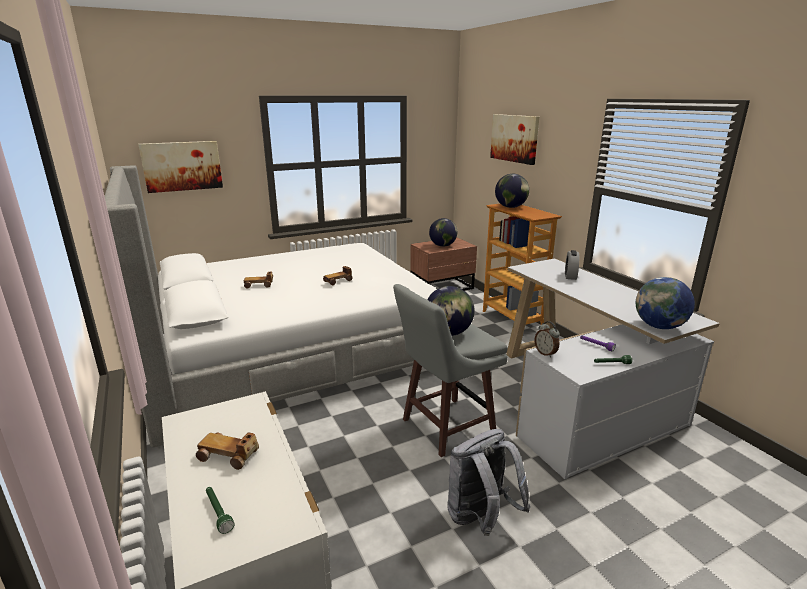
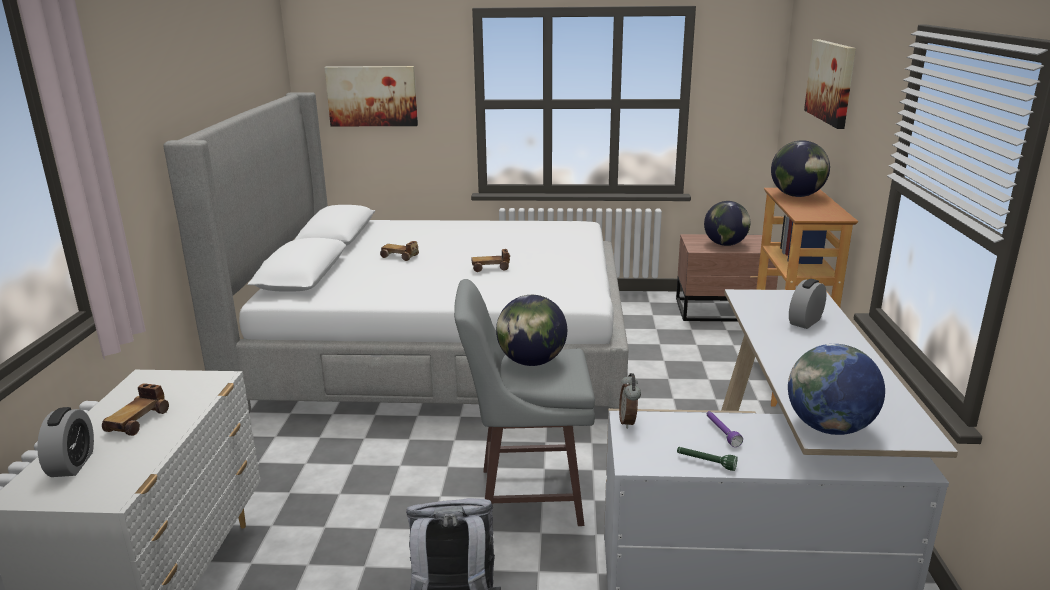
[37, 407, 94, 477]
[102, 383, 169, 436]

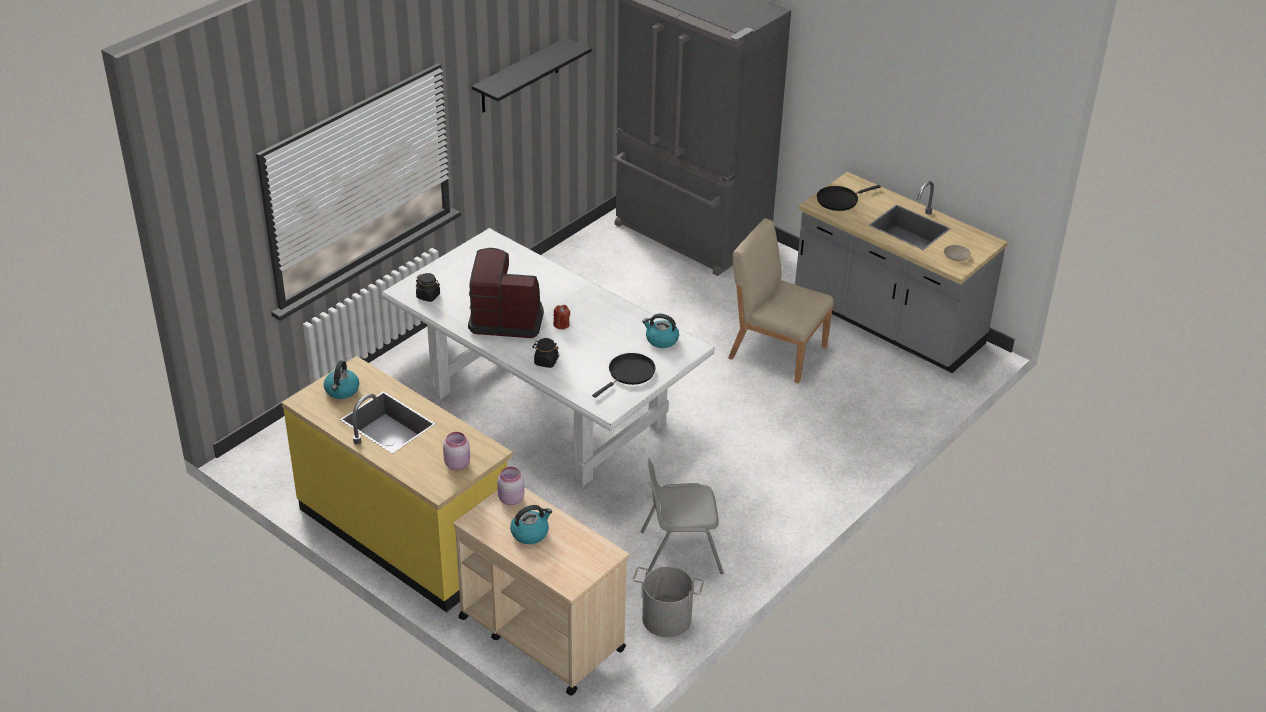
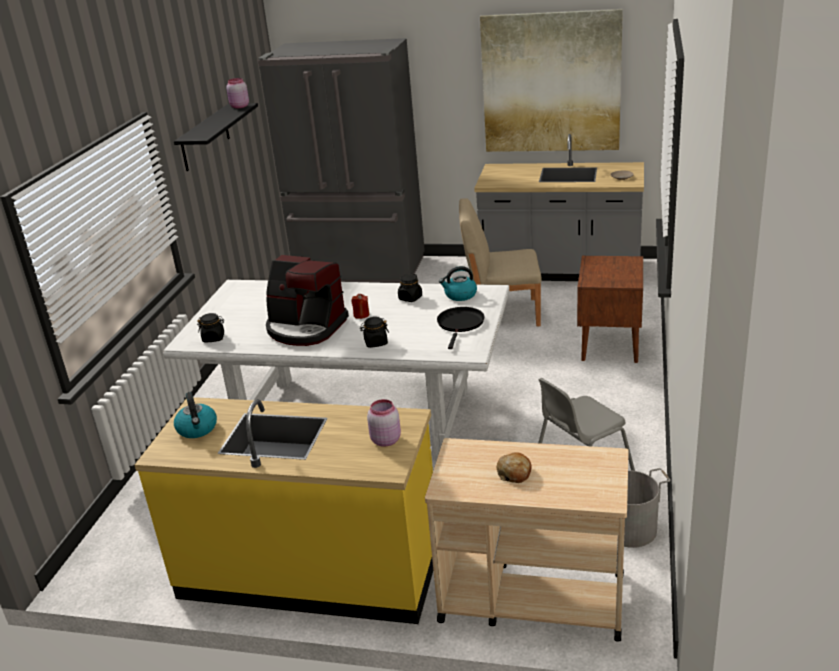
[817, 185, 881, 211] (first image)
[398, 274, 422, 302]
[480, 9, 623, 152]
[577, 256, 643, 363]
[226, 78, 249, 109]
[497, 452, 532, 483]
[266, 255, 349, 346]

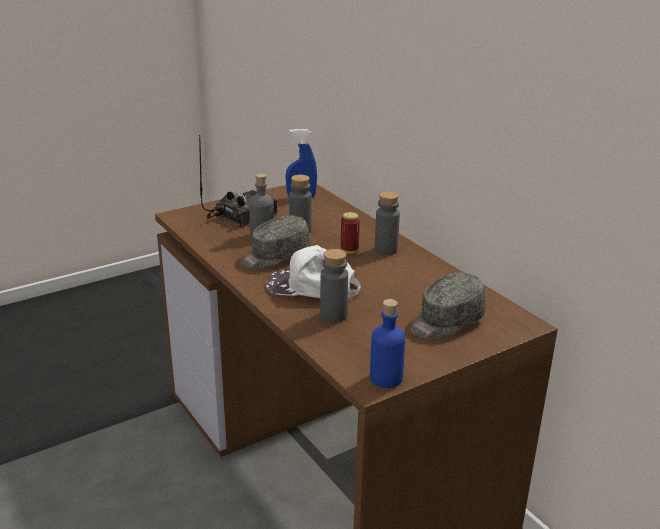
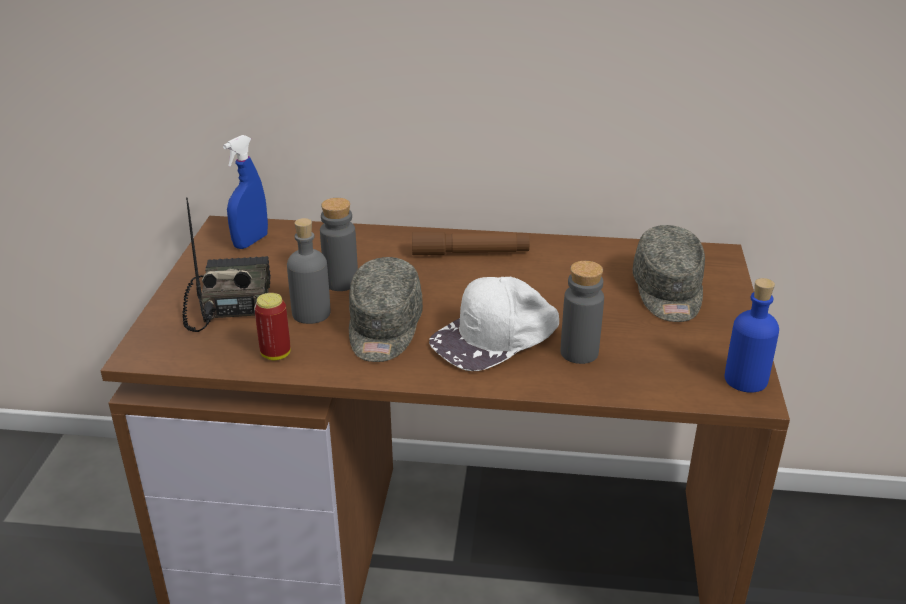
[254, 293, 291, 360]
[412, 232, 530, 255]

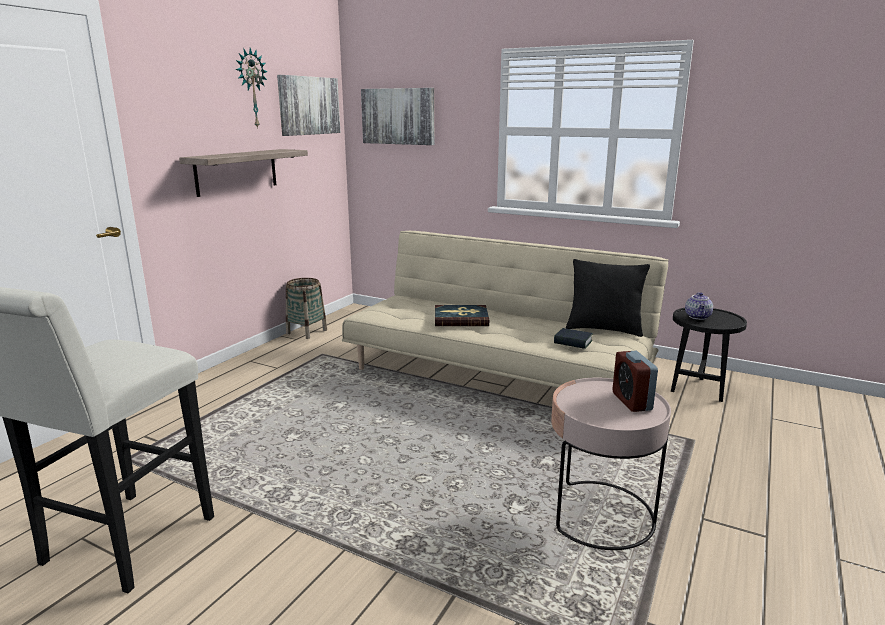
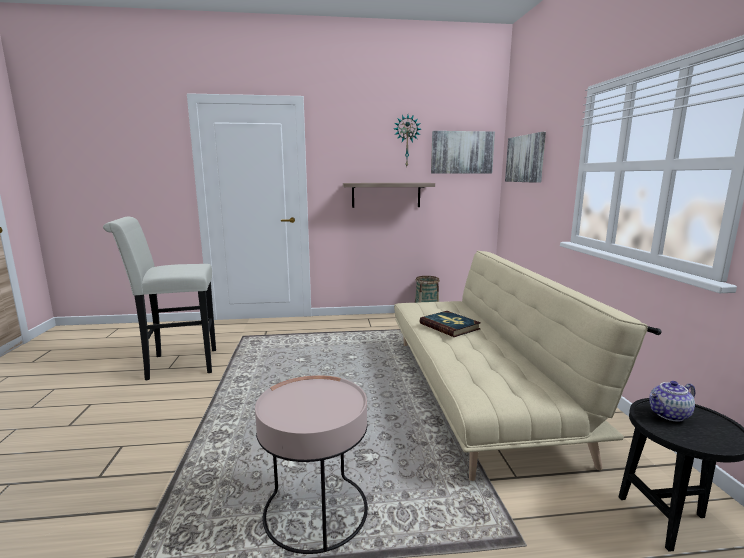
[554, 328, 593, 349] (first image)
[566, 259, 650, 337] (first image)
[612, 351, 658, 412] (first image)

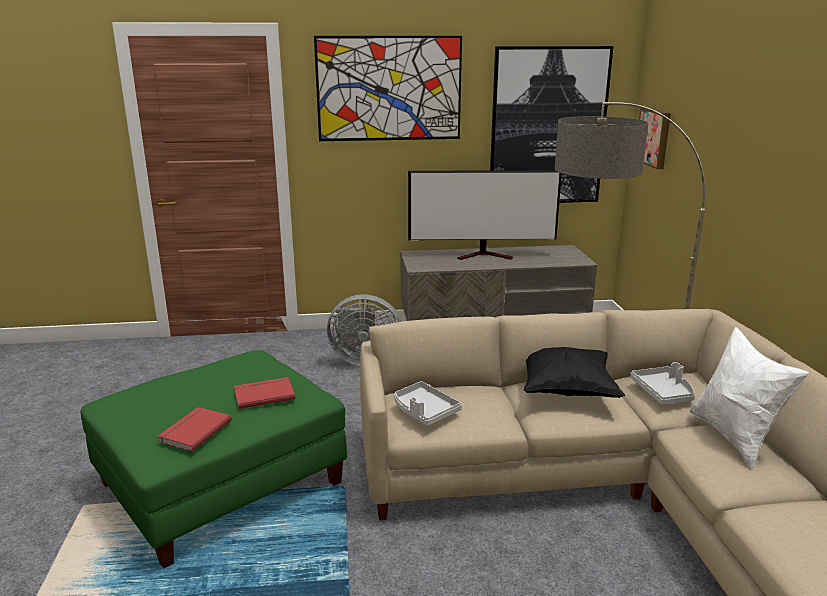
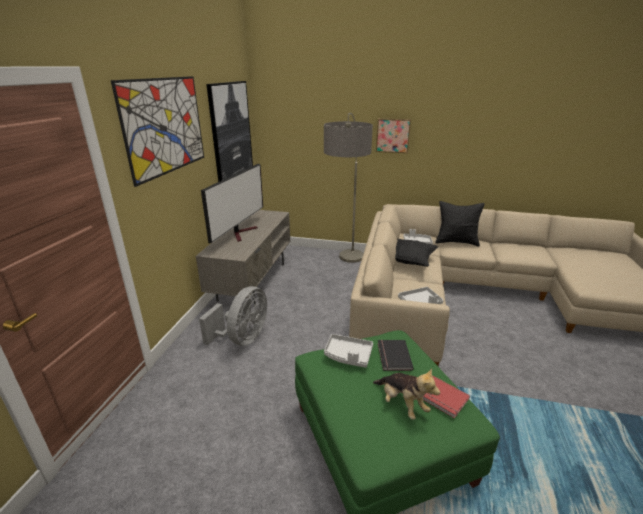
[324, 334, 373, 368]
[373, 368, 440, 420]
[376, 118, 411, 153]
[378, 340, 414, 371]
[435, 201, 485, 246]

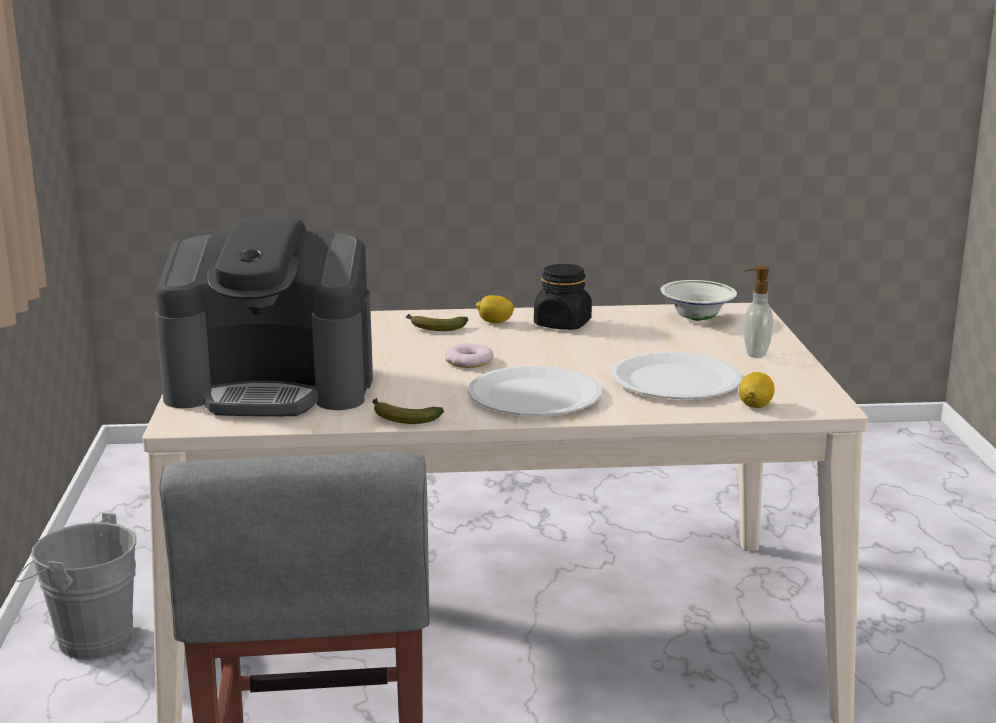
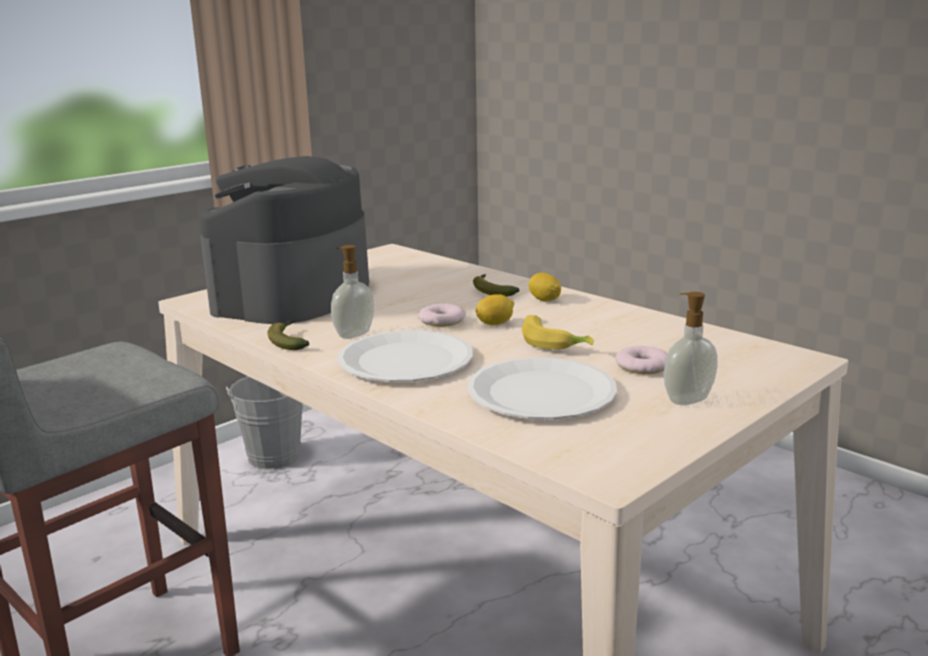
[534, 264, 592, 330] (first image)
[661, 280, 737, 321] (first image)
[331, 245, 374, 339]
[522, 315, 594, 349]
[615, 345, 668, 374]
[475, 294, 514, 326]
[200, 156, 369, 324]

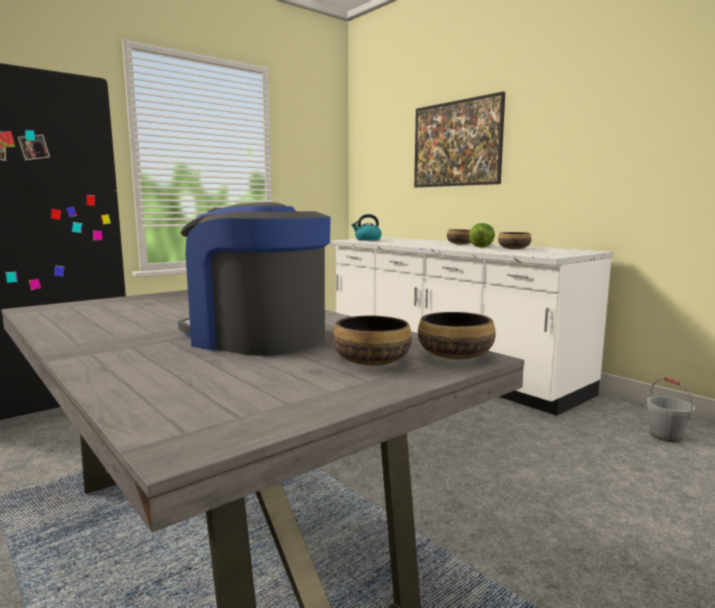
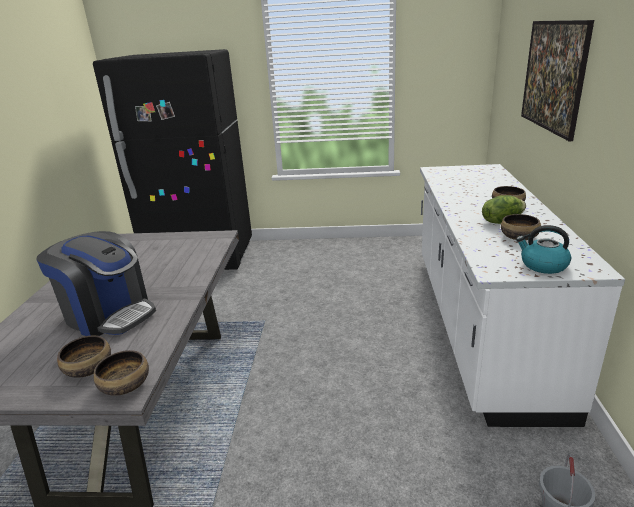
[516, 225, 571, 274]
[36, 231, 156, 336]

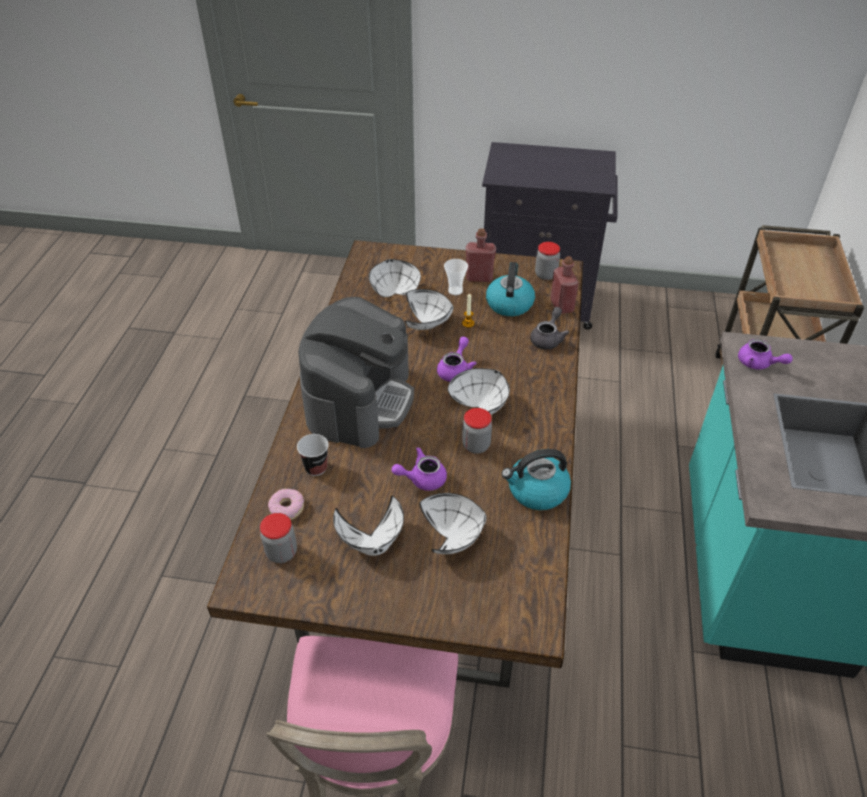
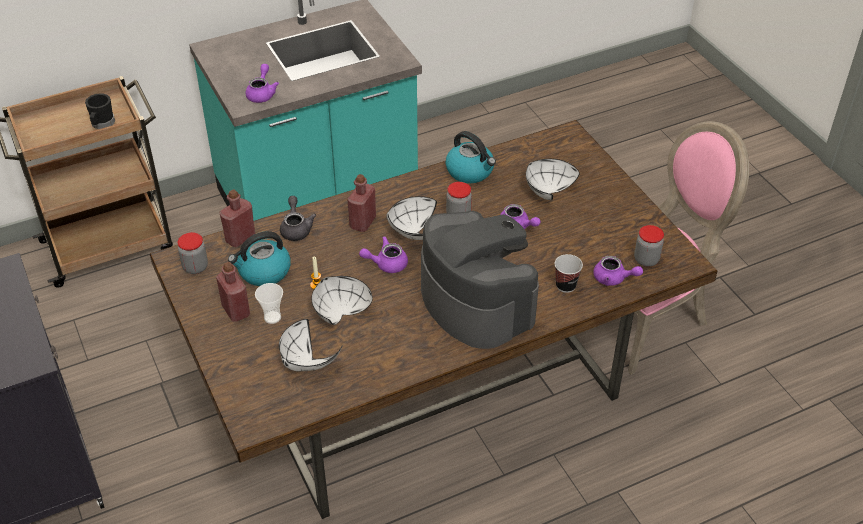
[333, 496, 404, 556] (first image)
[85, 94, 115, 129]
[347, 174, 376, 232]
[593, 256, 643, 286]
[421, 211, 539, 349]
[280, 196, 316, 241]

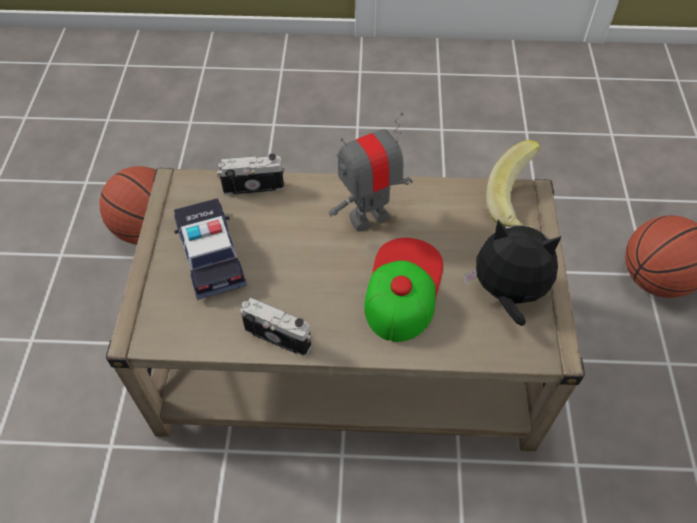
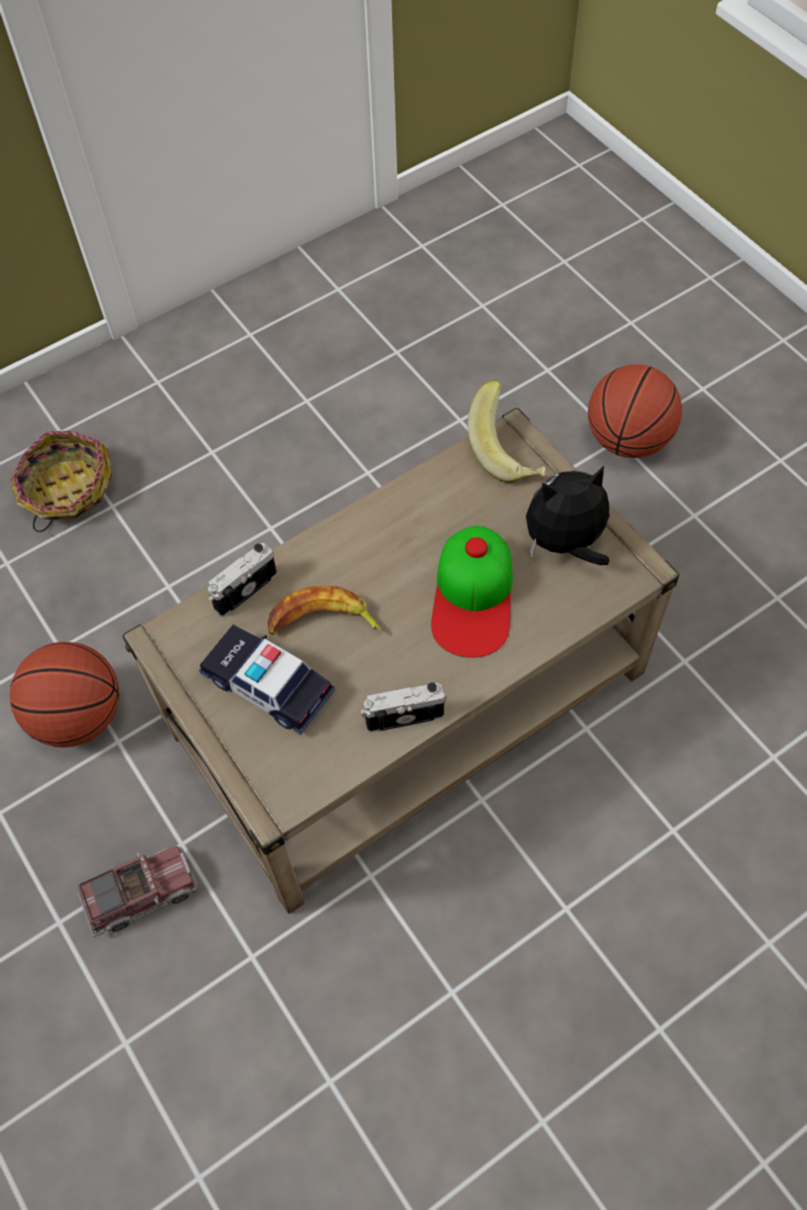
[329, 112, 412, 232] (first image)
[10, 431, 112, 532]
[77, 845, 198, 937]
[268, 585, 383, 635]
[431, 526, 513, 658]

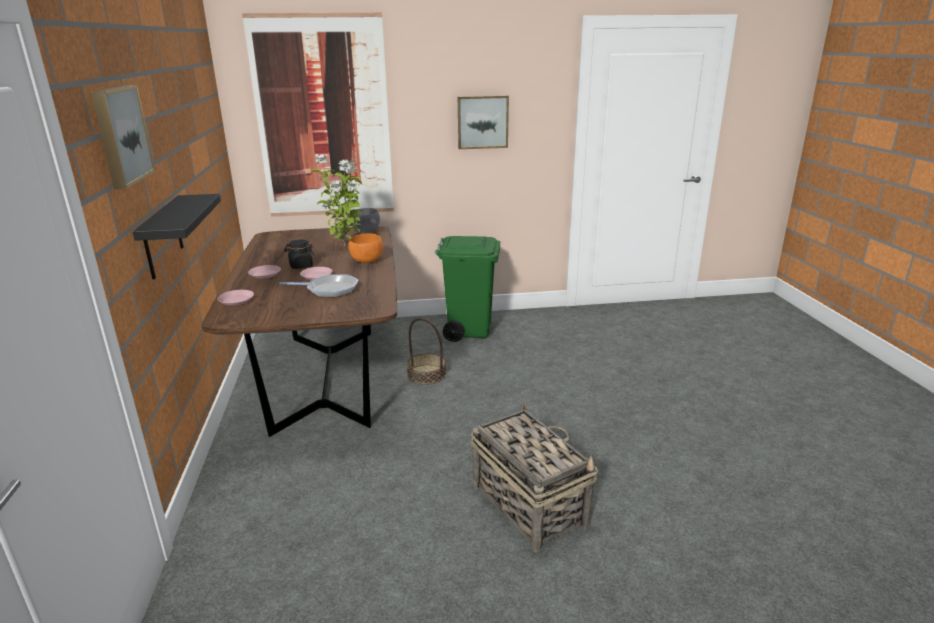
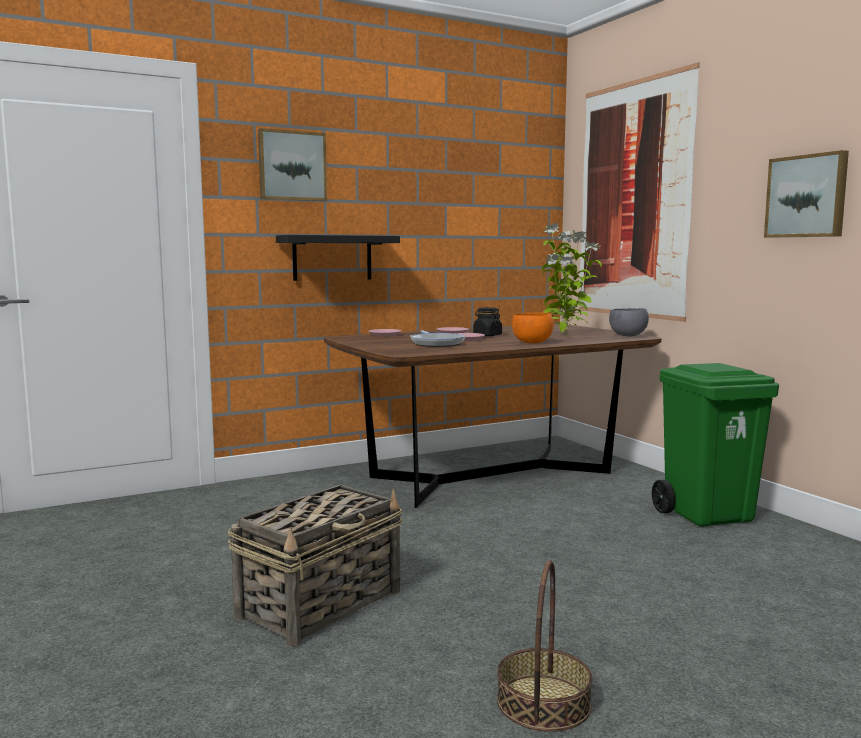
[497, 560, 593, 732]

